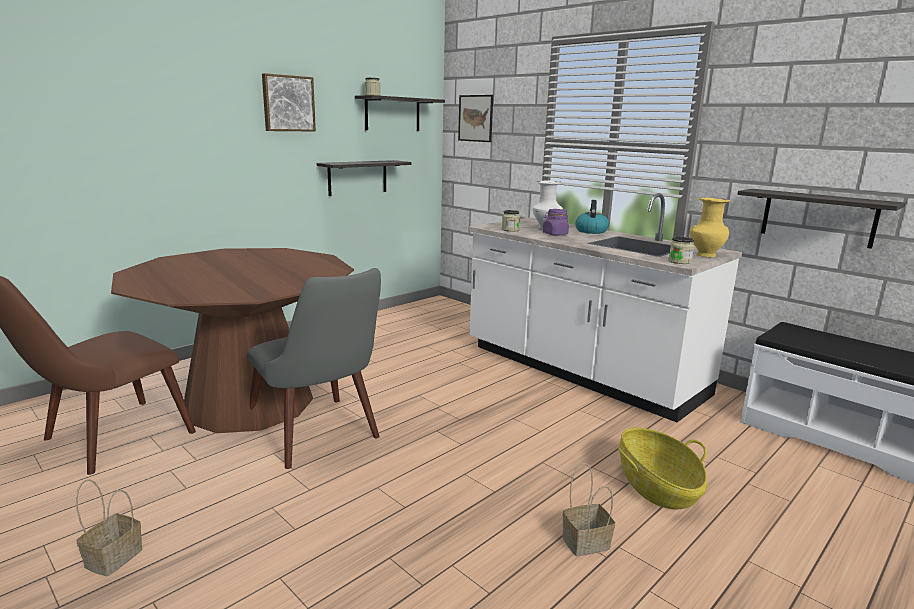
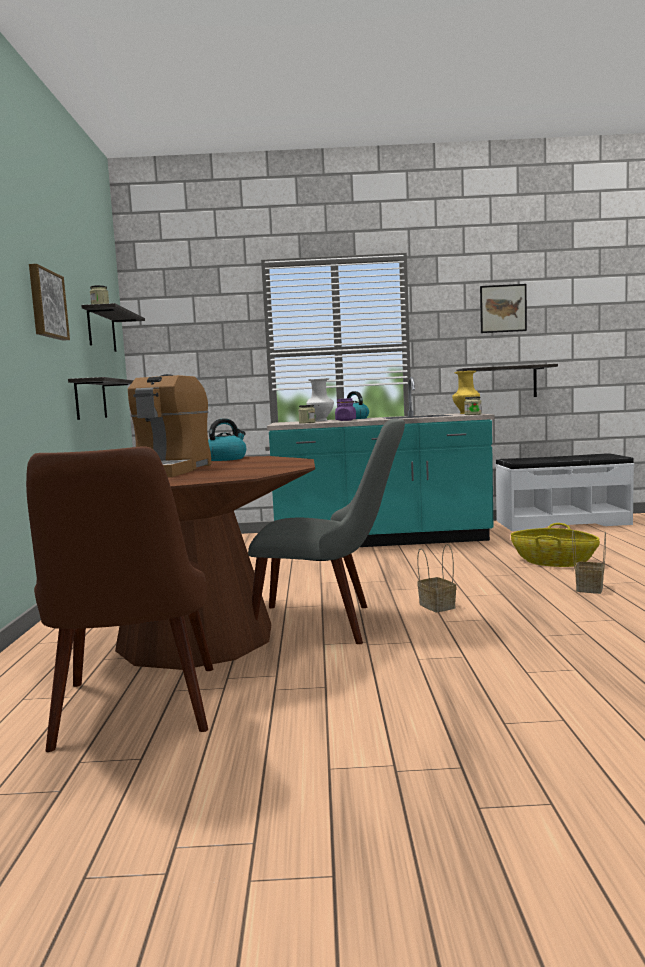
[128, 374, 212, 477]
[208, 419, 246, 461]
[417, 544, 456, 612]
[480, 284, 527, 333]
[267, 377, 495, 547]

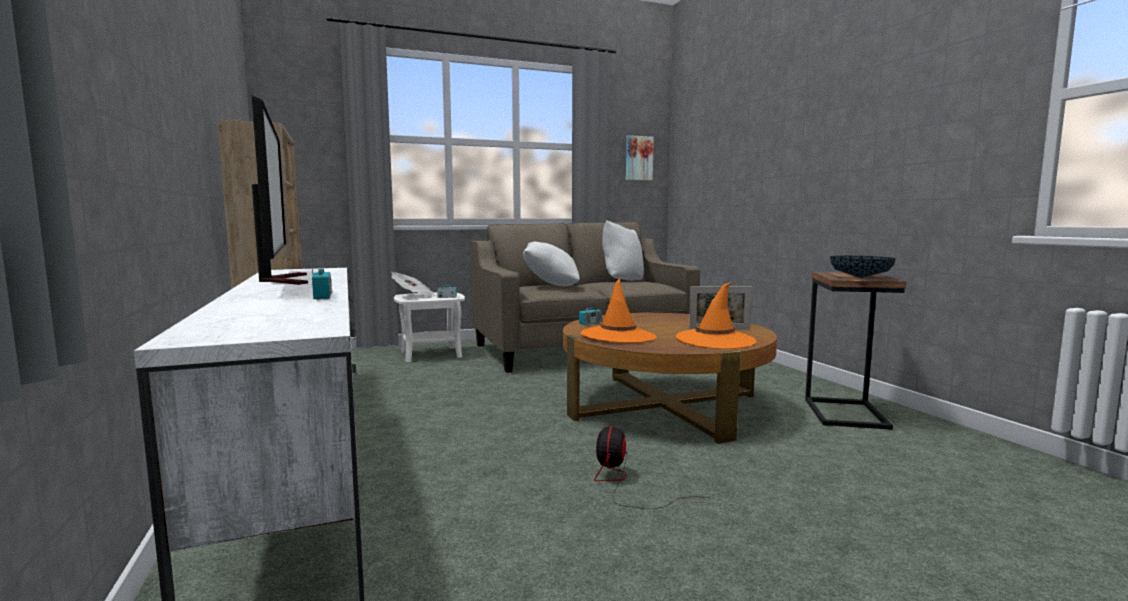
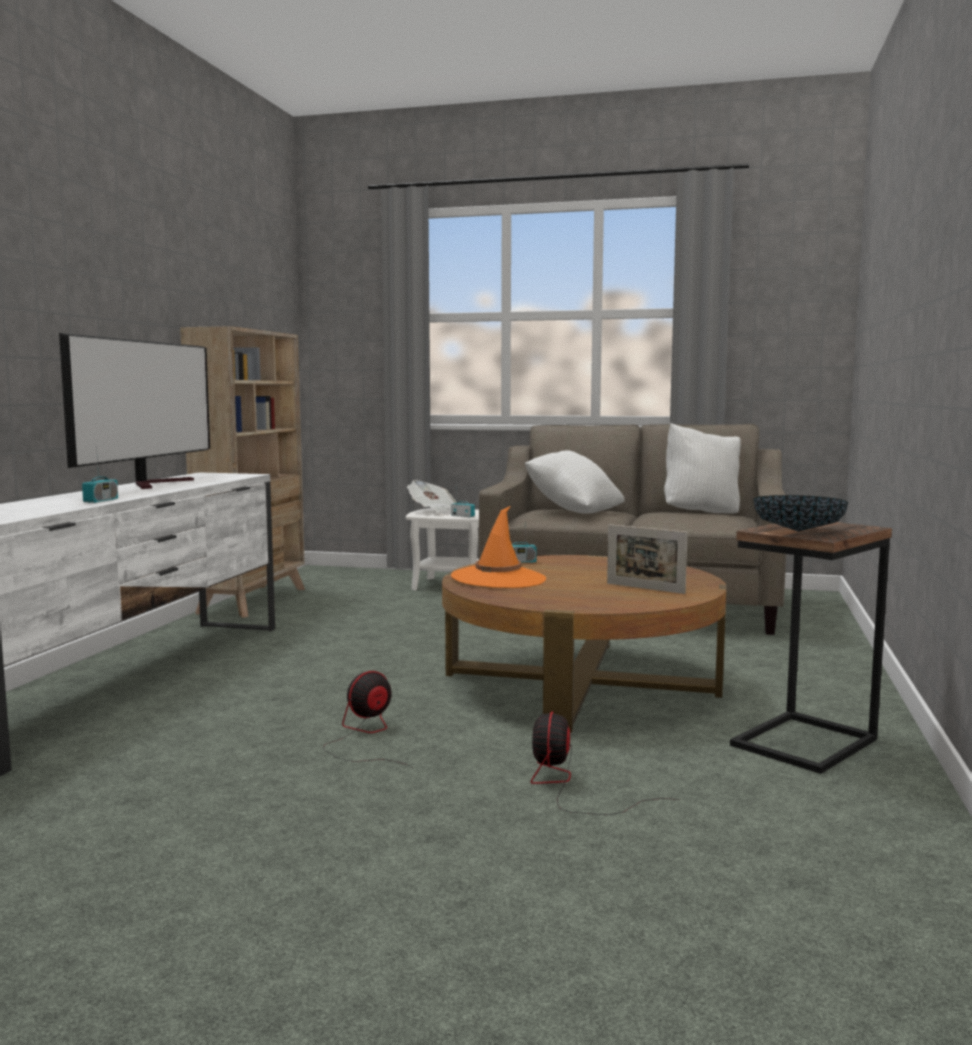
[626, 135, 654, 181] (first image)
[676, 282, 756, 349] (first image)
[531, 711, 681, 815]

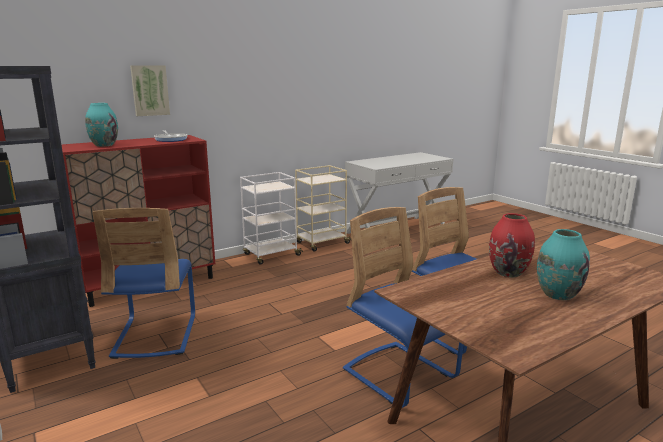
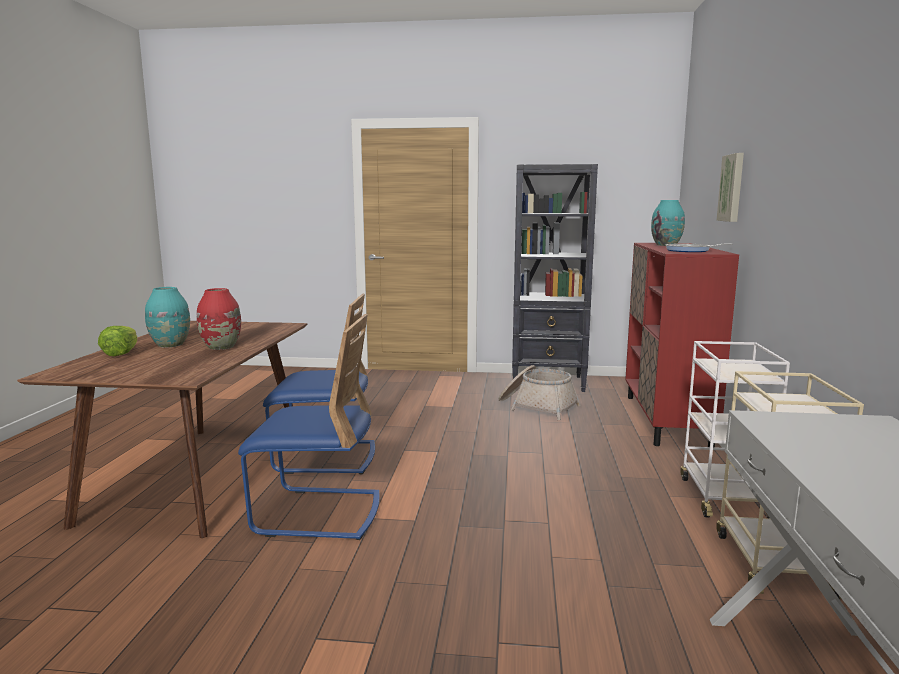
[98, 326, 137, 356]
[498, 365, 581, 420]

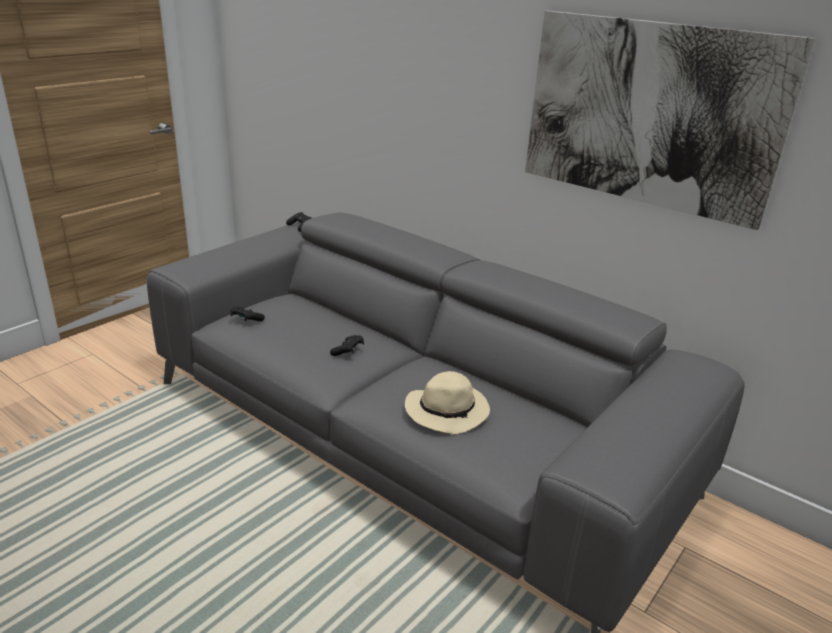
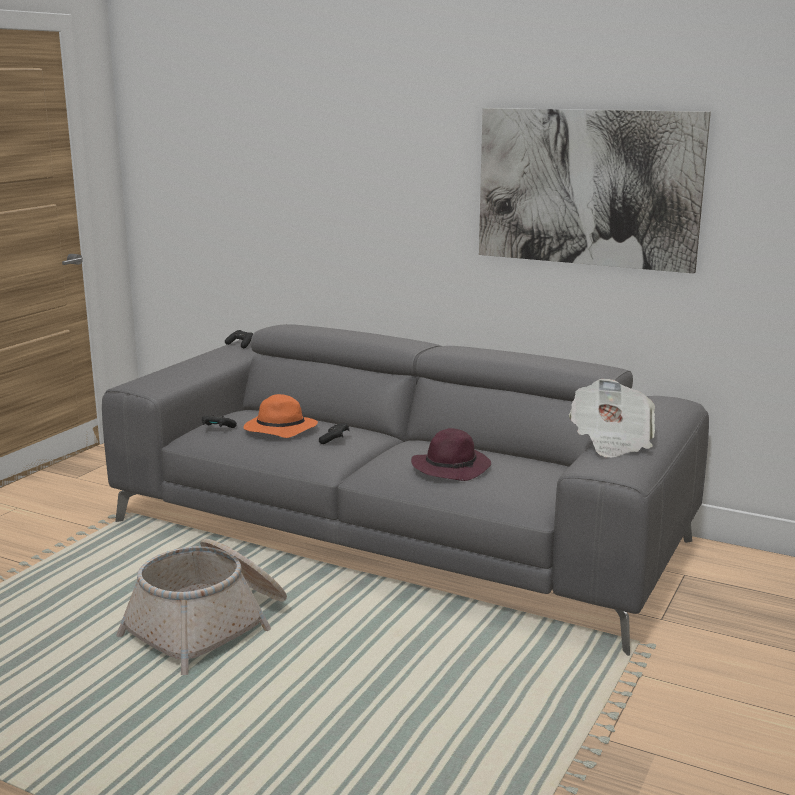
[116, 539, 287, 675]
[243, 394, 318, 438]
[569, 379, 655, 457]
[411, 428, 491, 481]

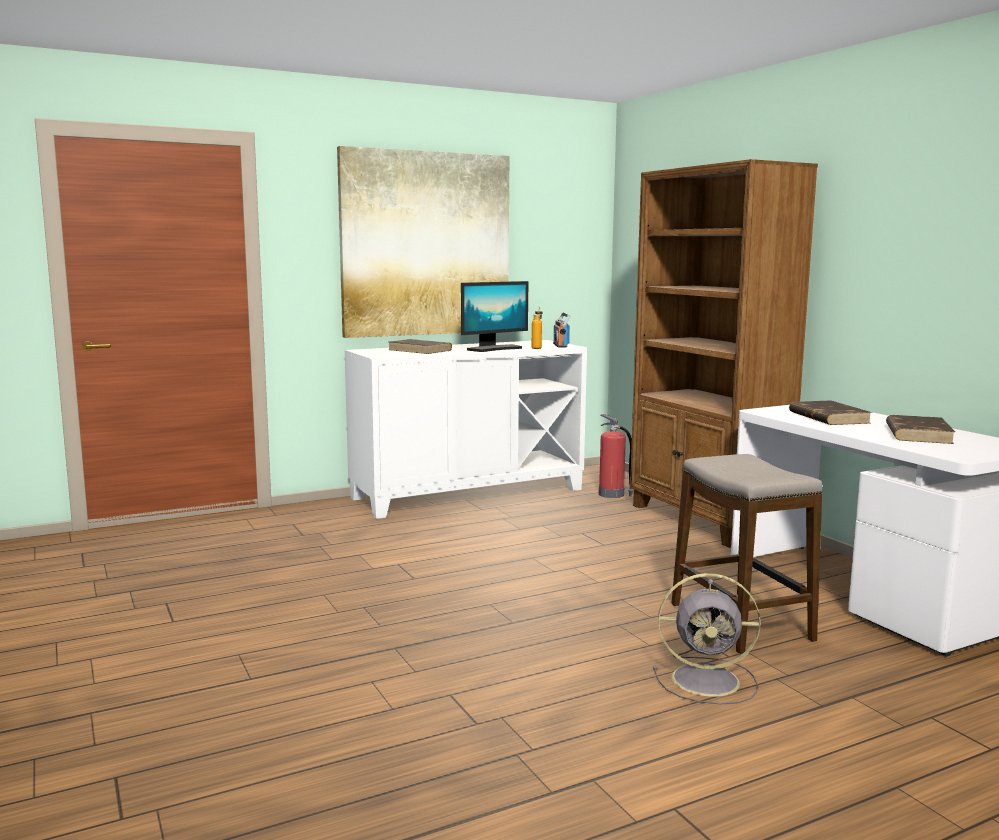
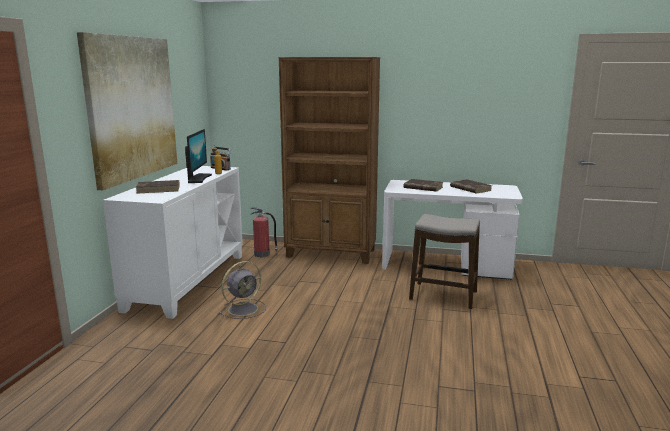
[218, 261, 266, 319]

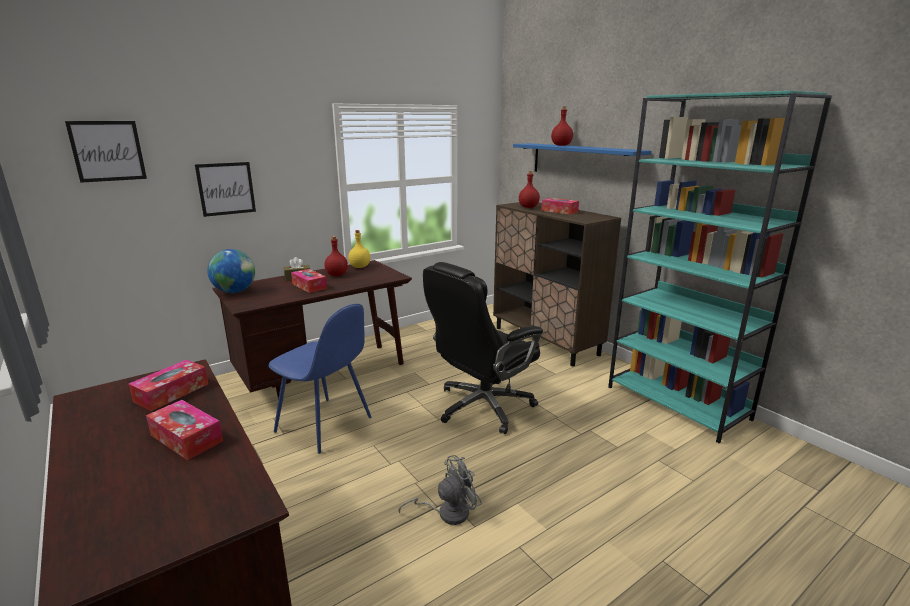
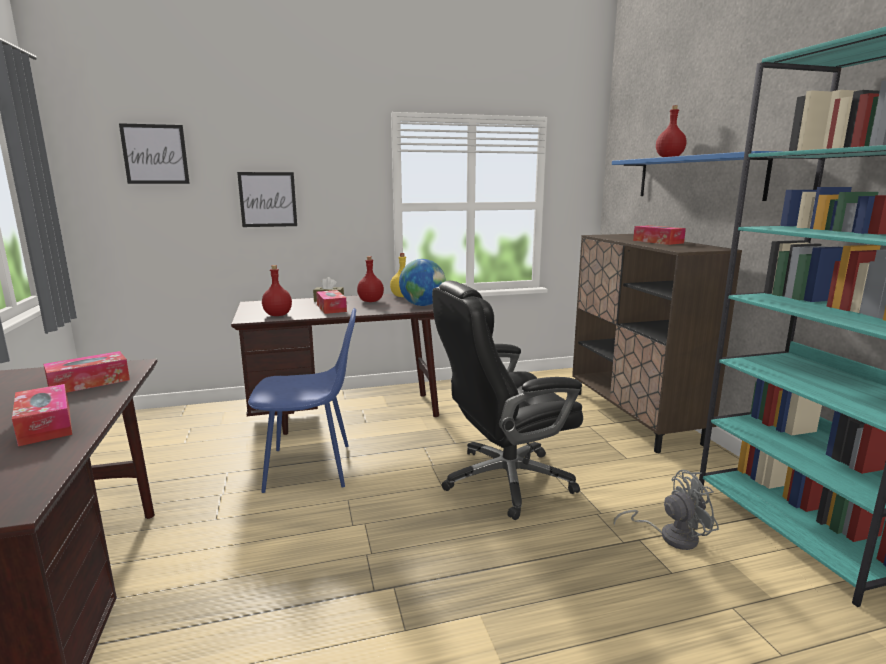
[399, 259, 446, 306]
[613, 470, 719, 550]
[262, 265, 292, 316]
[248, 308, 356, 493]

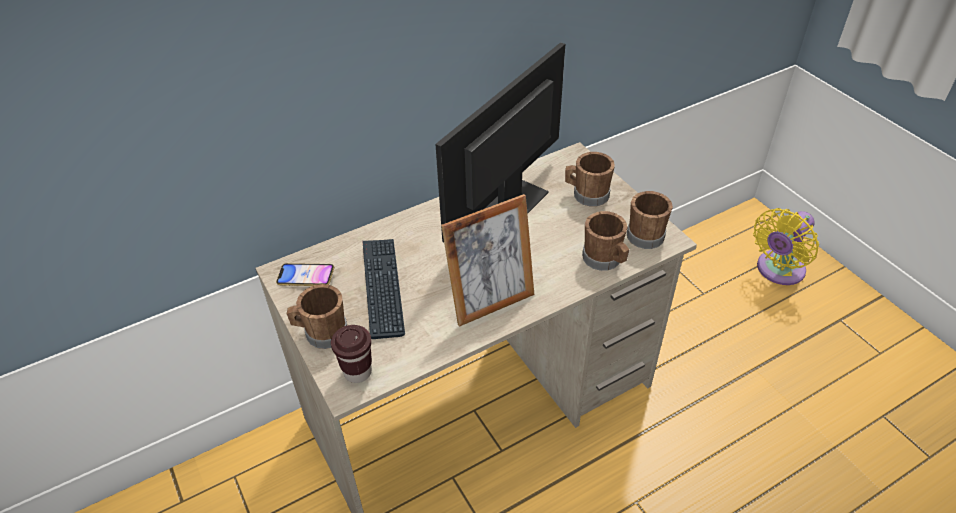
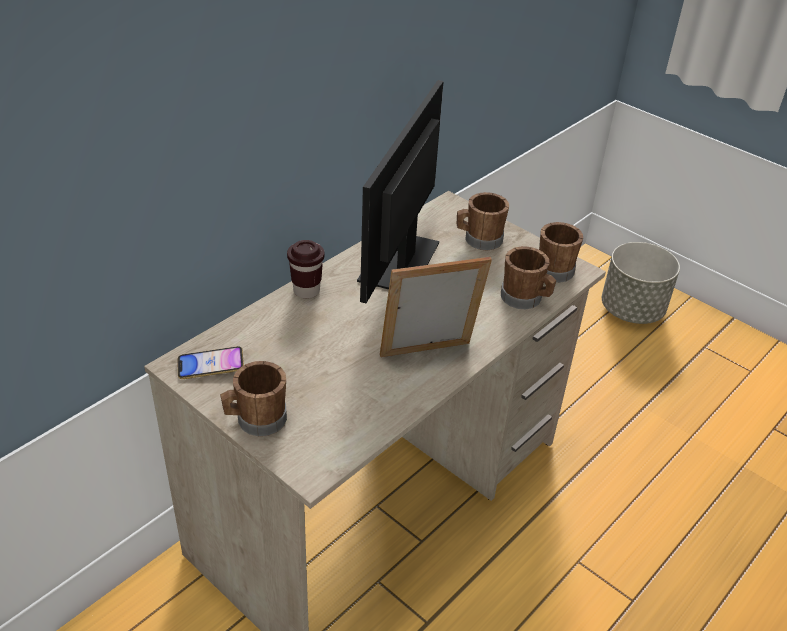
[362, 239, 405, 339] (first image)
[287, 240, 324, 298]
[602, 242, 680, 324]
[380, 257, 492, 357]

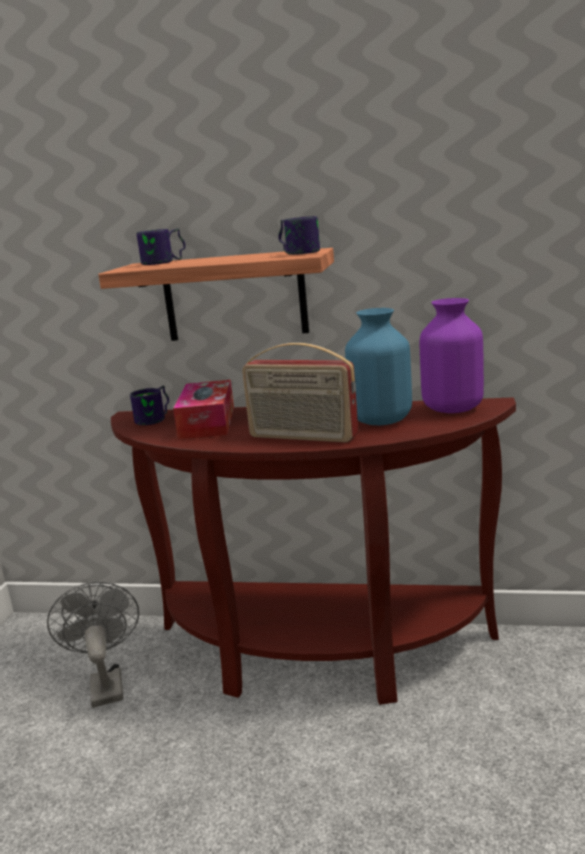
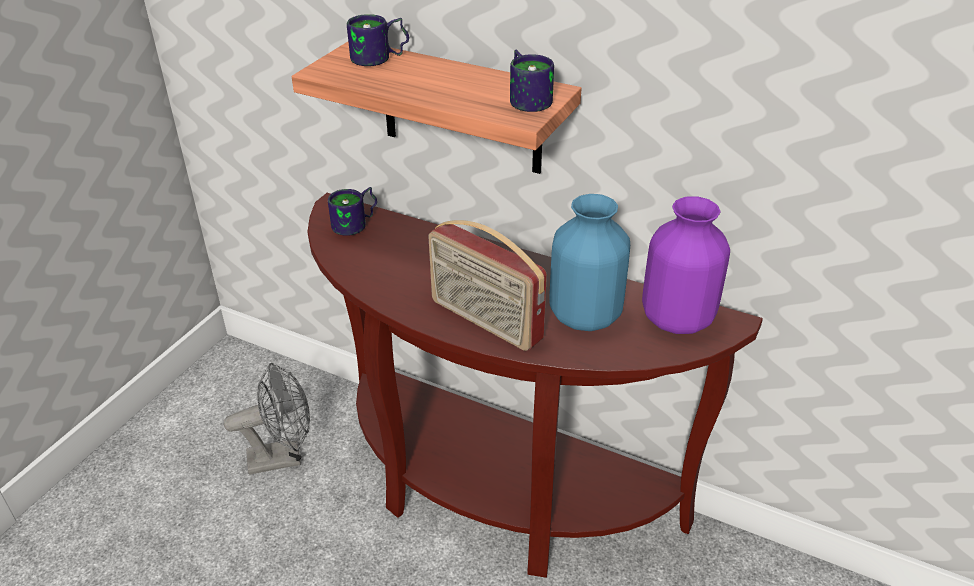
[173, 380, 234, 439] (first image)
[223, 363, 310, 475]

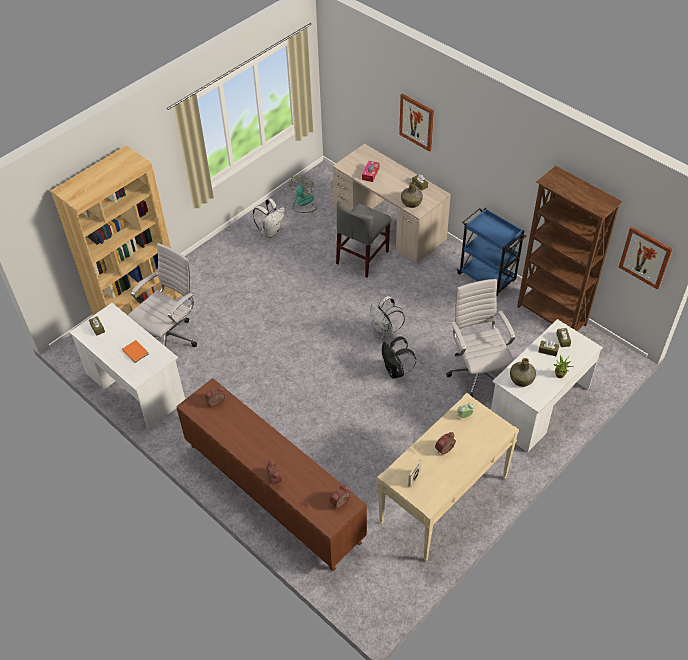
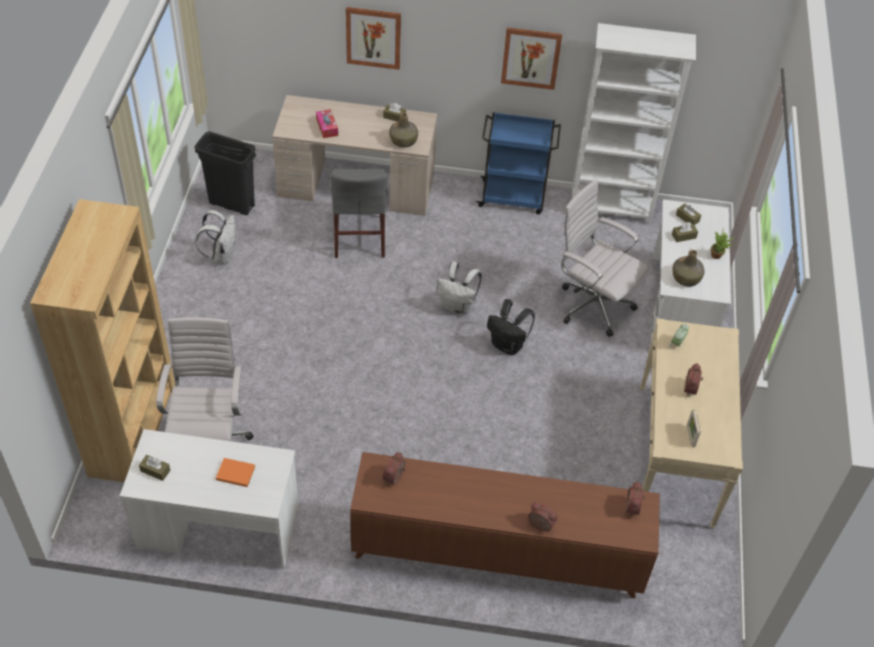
[501, 27, 562, 90]
[195, 131, 257, 215]
[572, 23, 696, 225]

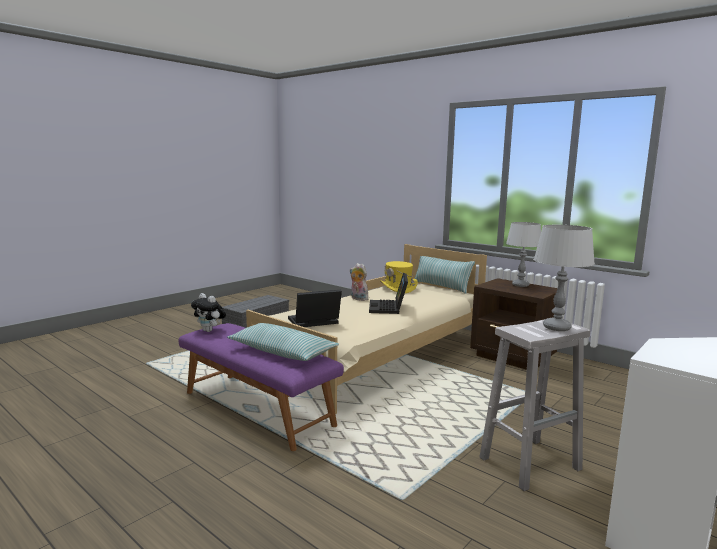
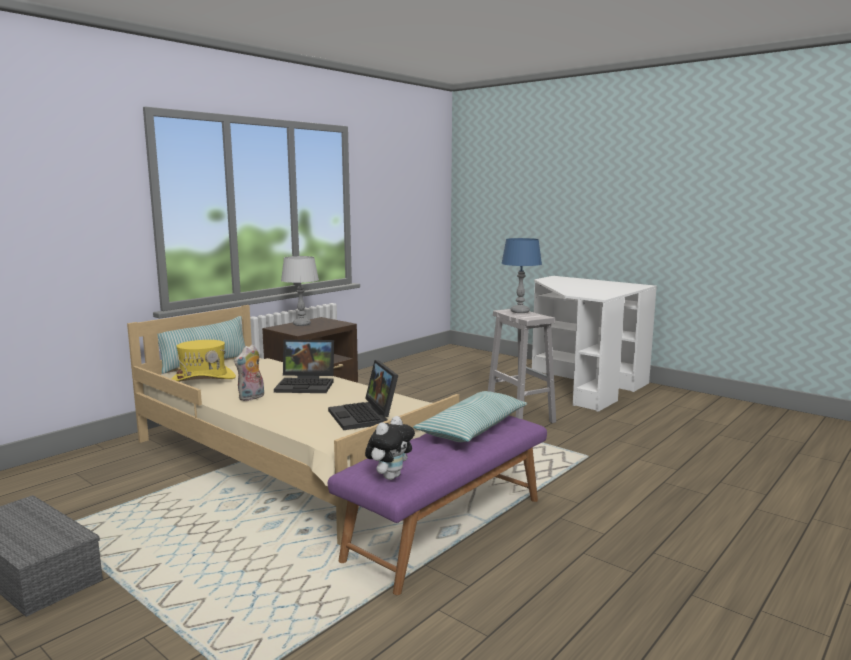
[501, 238, 542, 313]

